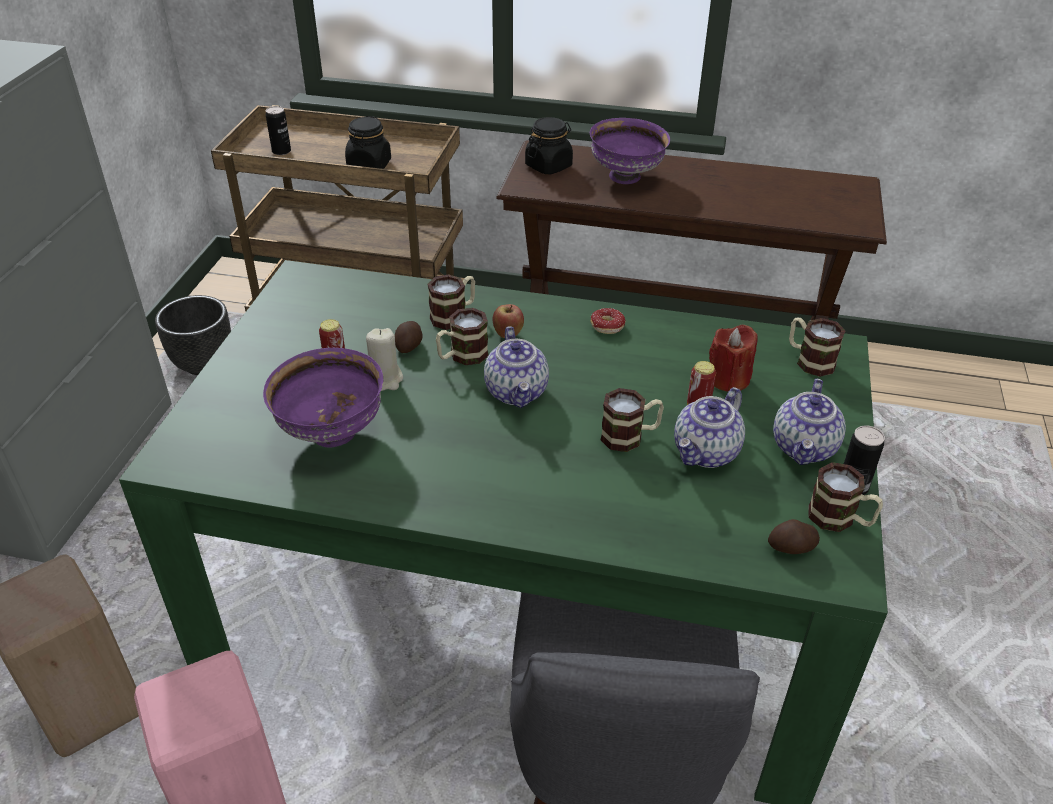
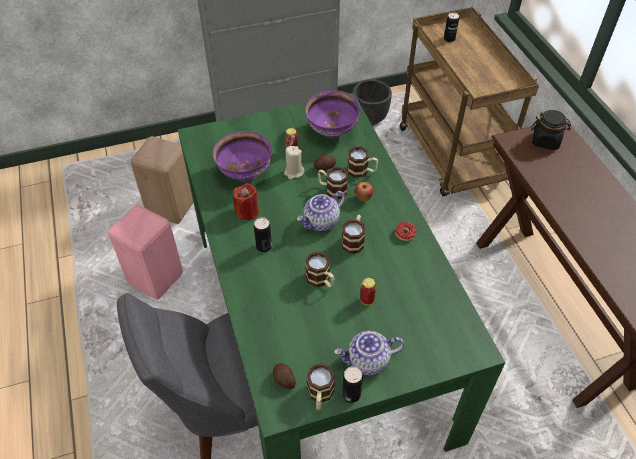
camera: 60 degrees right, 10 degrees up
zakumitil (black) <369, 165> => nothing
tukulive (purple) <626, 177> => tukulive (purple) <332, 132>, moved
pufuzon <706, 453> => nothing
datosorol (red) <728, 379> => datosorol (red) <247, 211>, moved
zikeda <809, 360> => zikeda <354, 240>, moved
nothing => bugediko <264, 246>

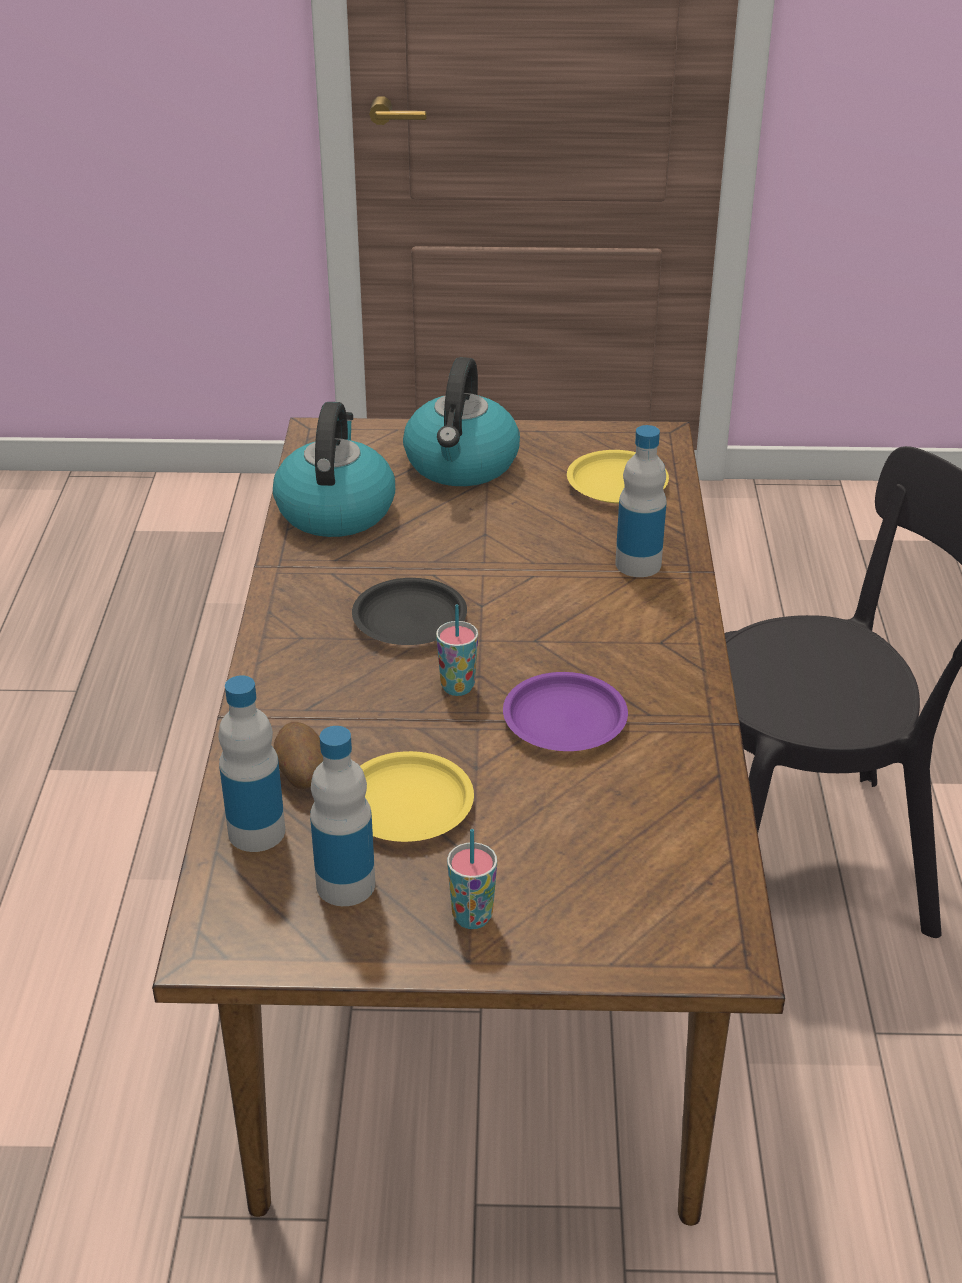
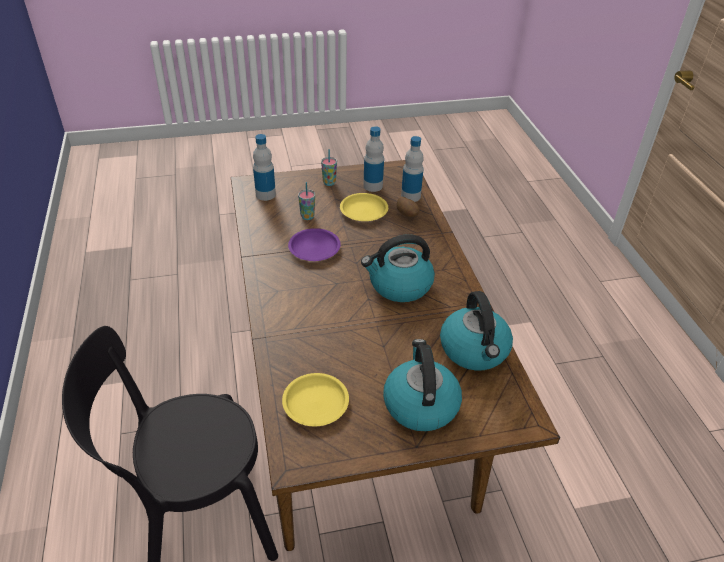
camera: 165 degrees right, 5 degrees up
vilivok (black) <409, 619> => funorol <399, 285>
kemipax <457, 687> => kemipax <307, 216>, moved
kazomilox <638, 564> => kazomilox <265, 194>, moved

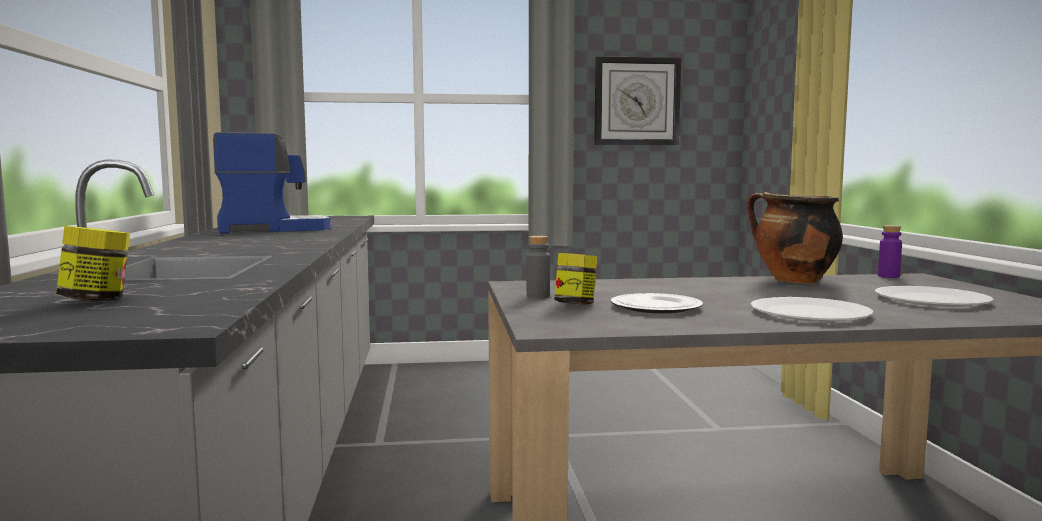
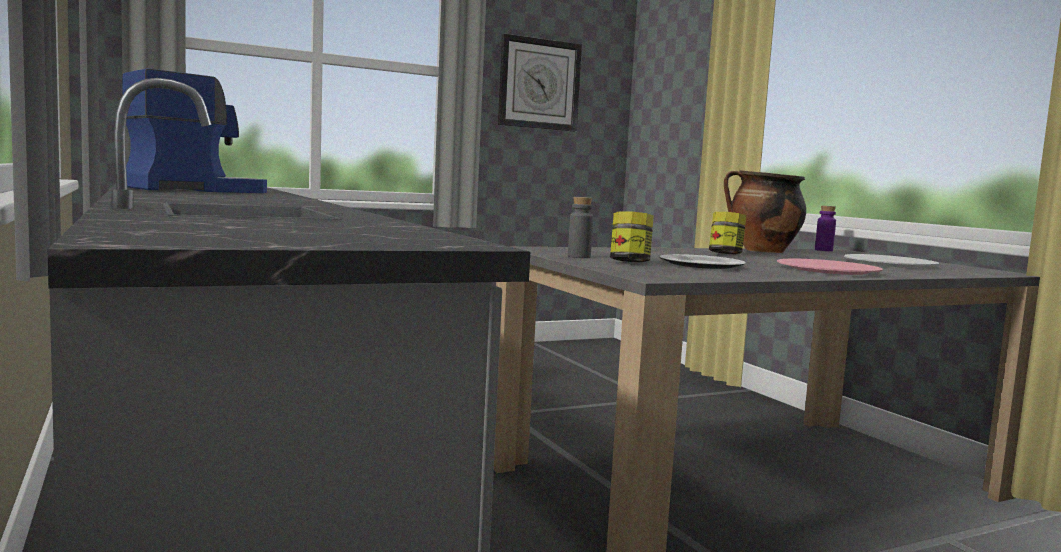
camera: 20 degrees left, 0 degrees up
zakumitil <97, 300> => zakumitil <725, 254>, moved
vilivok (white) <809, 313> => vilivok (pink) <828, 270>

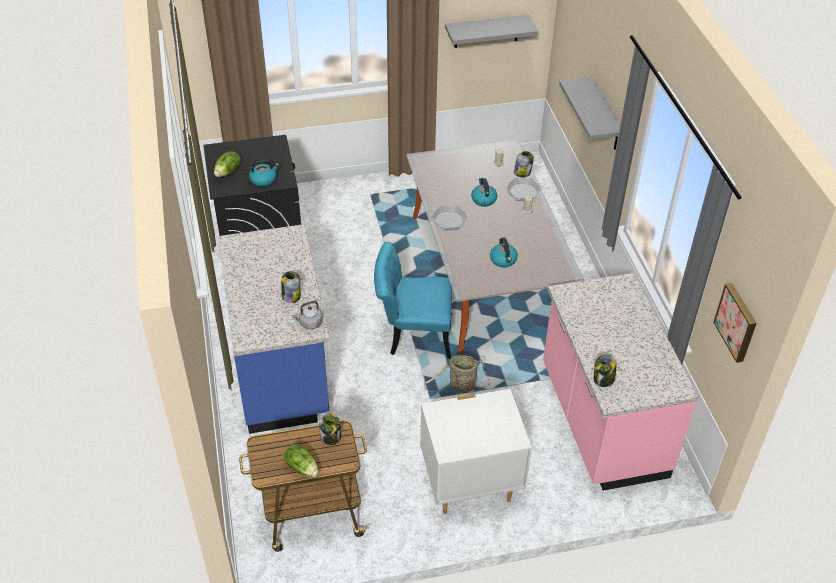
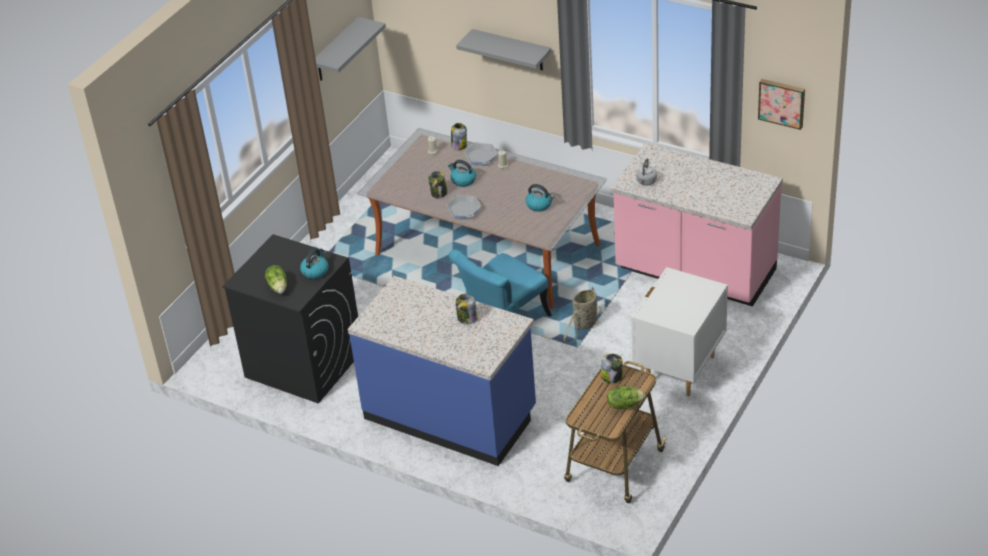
camera: 45 degrees left, 5 degrees down
funorol (grey) <309, 323> => funorol (grey) <646, 182>, moved
zakumitil <603, 379> => zakumitil <439, 193>, moved

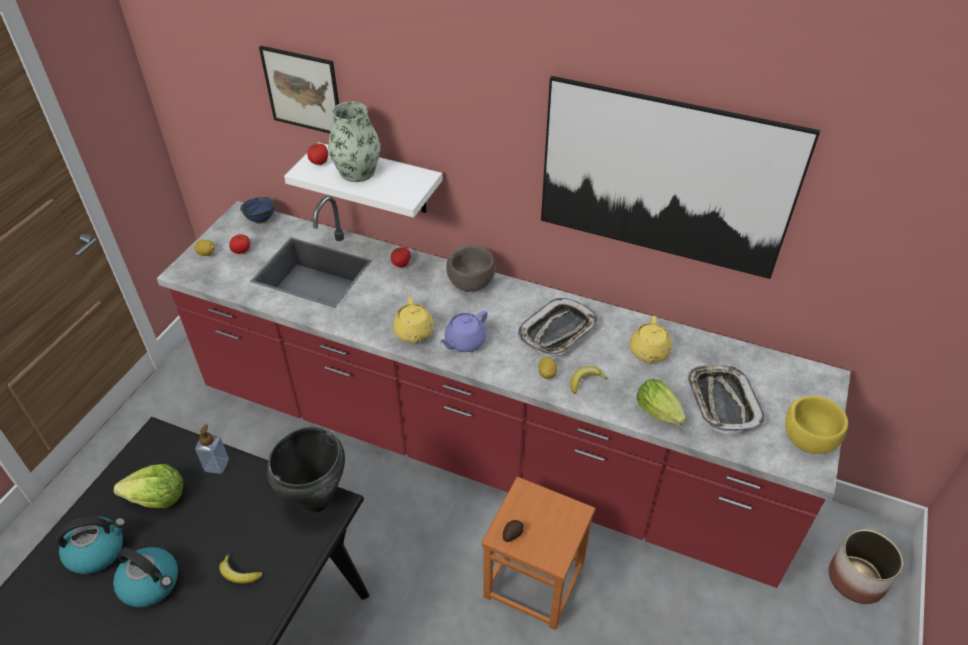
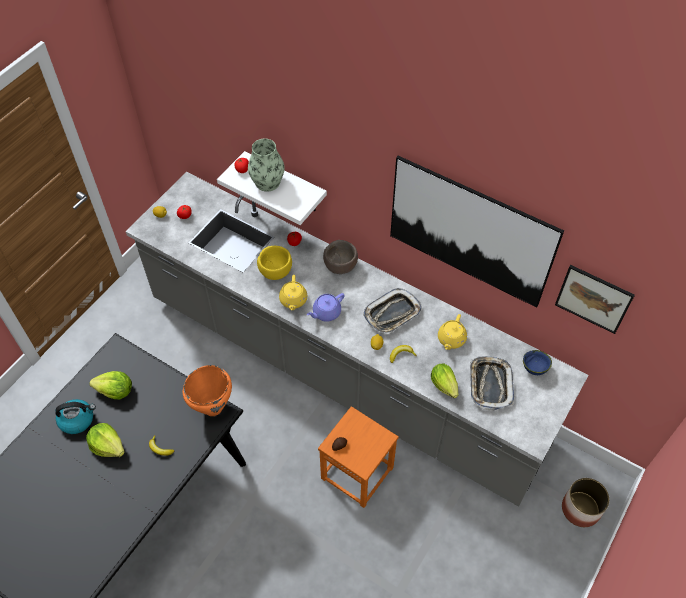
camera: 10 degrees right, 10 degrees up
funorol <151, 583> => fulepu <108, 446>
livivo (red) <484, 446> => livivo (grey) <343, 371>
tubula <216, 465> => nothing
tukulive (blue) <260, 220> => tukulive (blue) <534, 369>, moved
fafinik <303, 90> => fafinik <593, 298>, moved
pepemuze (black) <317, 500> => pepemuze (orange) <213, 408>
tukulive (yellow) <807, 439> => tukulive (yellow) <275, 271>, moved

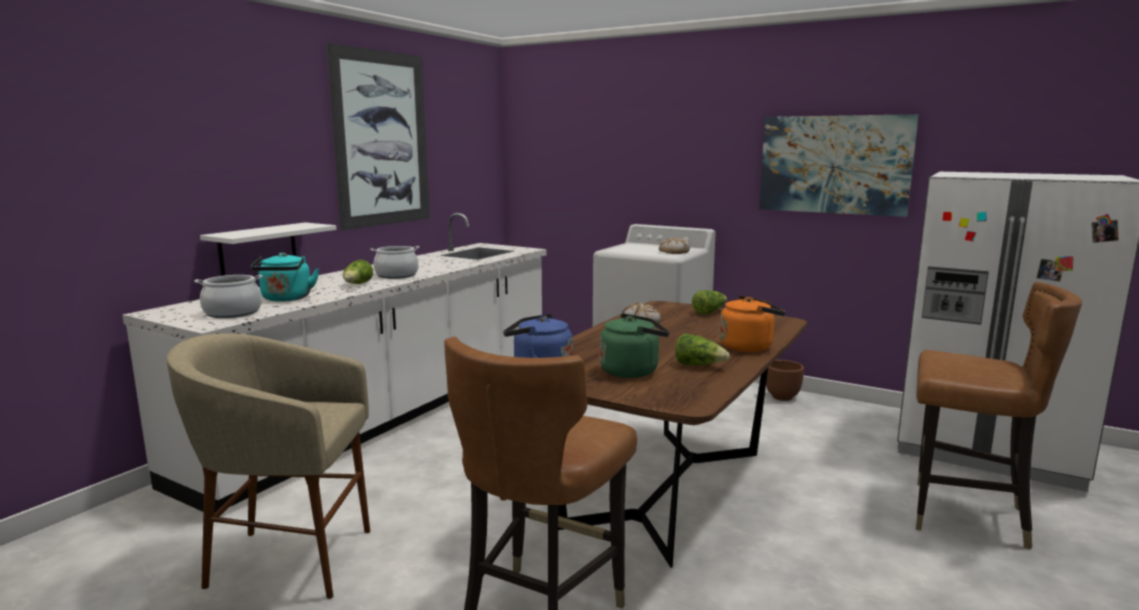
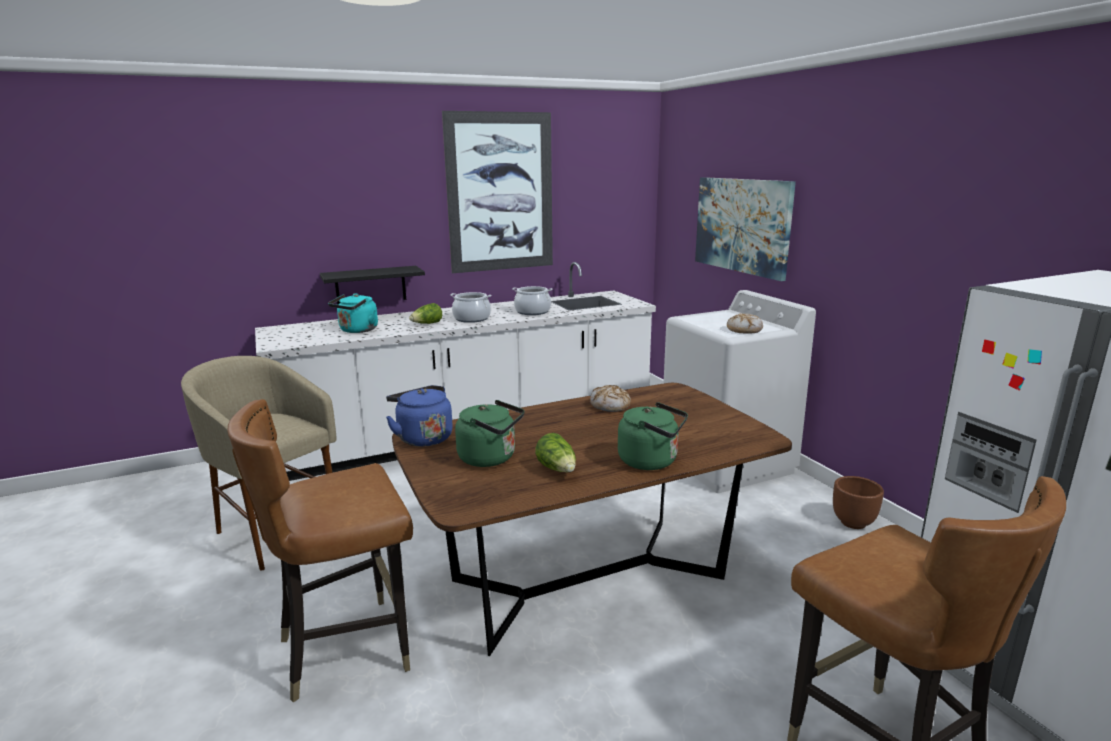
camera: 35 degrees right, 5 degrees up
pepemuze <233, 313> => pepemuze <532, 312>, moved
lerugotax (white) <258, 249> => lerugotax (black) <370, 286>
fulepu <709, 312> => nothing
funorol (orange) <748, 347> => funorol (green) <651, 461>
fafinik <834, 164> => fafinik <742, 225>, moved

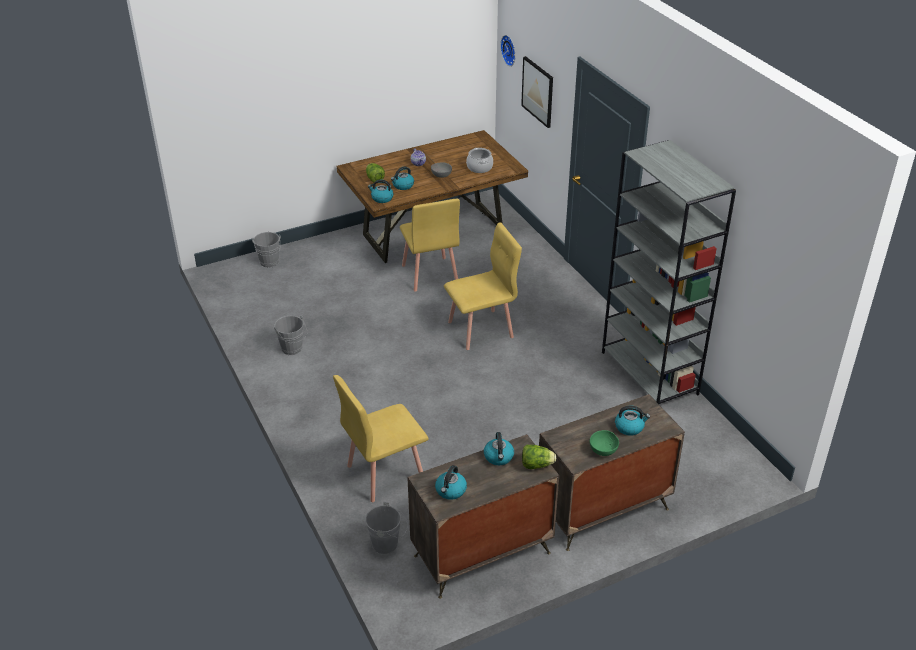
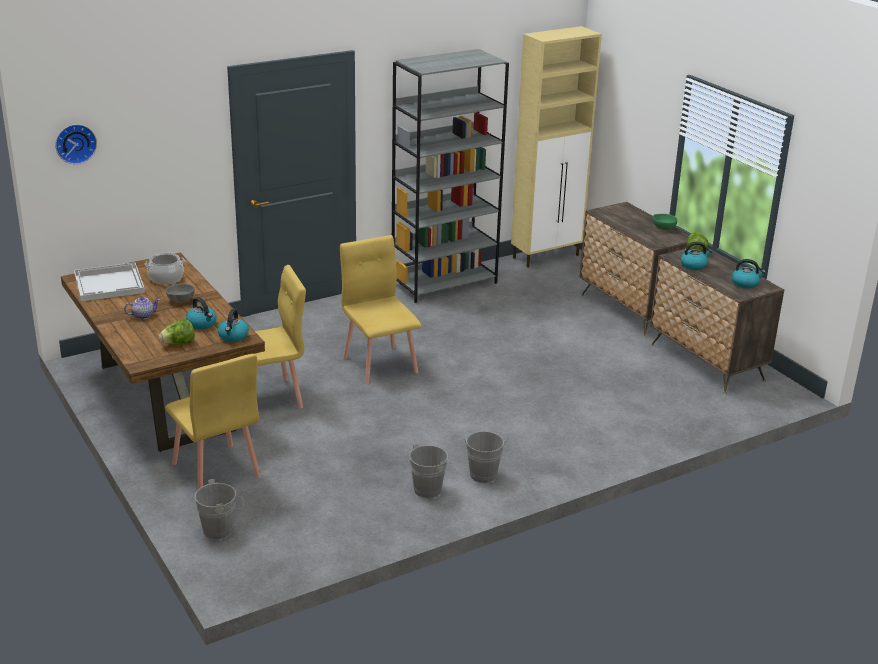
camera: 95 degrees left, 10 degrees down
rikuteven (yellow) <384, 473> => rikuteven (yellow) <215, 470>, moved
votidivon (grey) <388, 544> => votidivon (grey) <483, 473>, moved
fafinik <538, 91> => nothing
funorol <629, 427> => nothing
nothing => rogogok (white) <110, 284>
nothing => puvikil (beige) <546, 256>

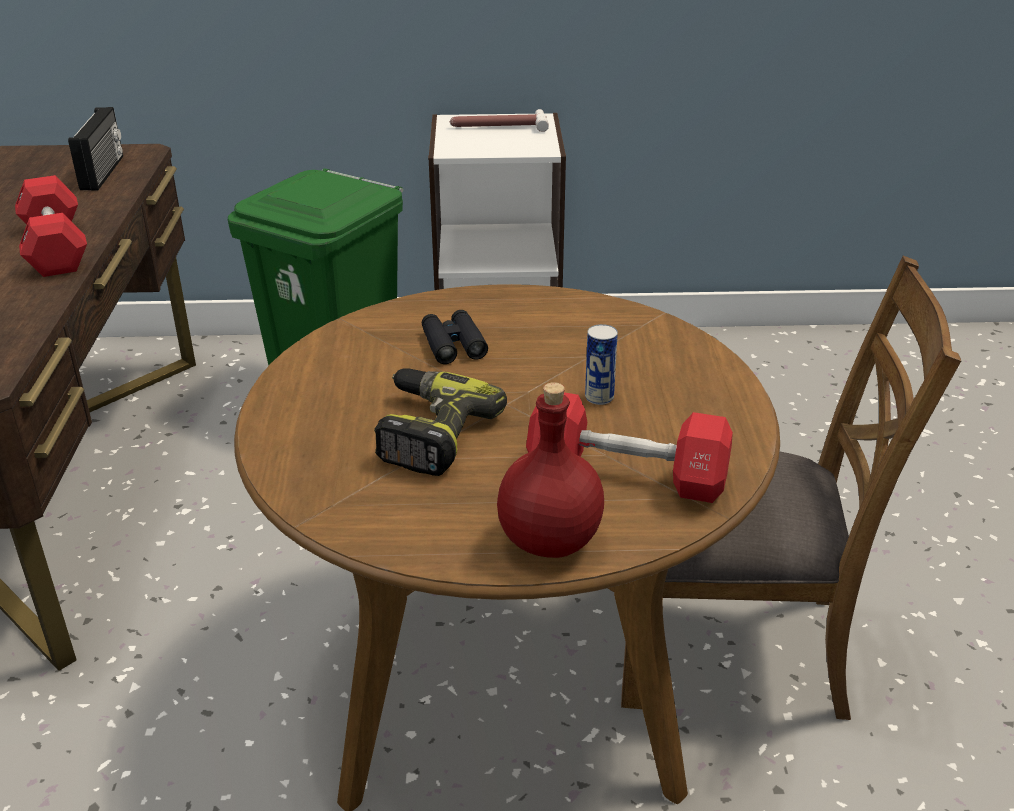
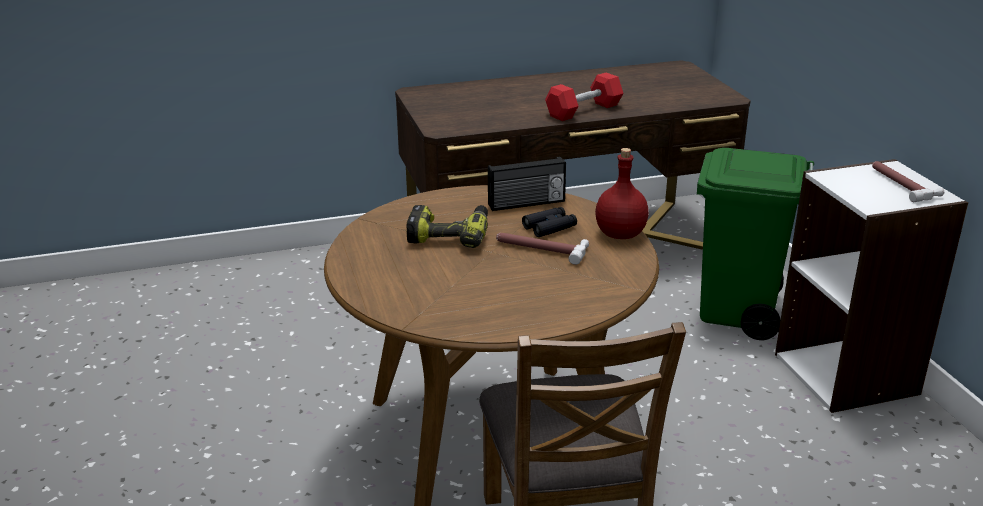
camera: 75 degrees right, 5 degrees down
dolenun <104, 172> => dolenun <527, 204>, moved
kazomilox (red) <551, 542> => kazomilox (red) <620, 235>, moved
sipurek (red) <626, 475> => nothing
bugediko <599, 397> => nothing
nothing => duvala <540, 248>

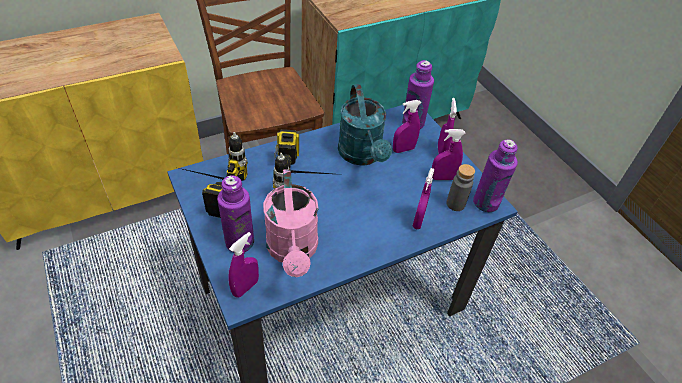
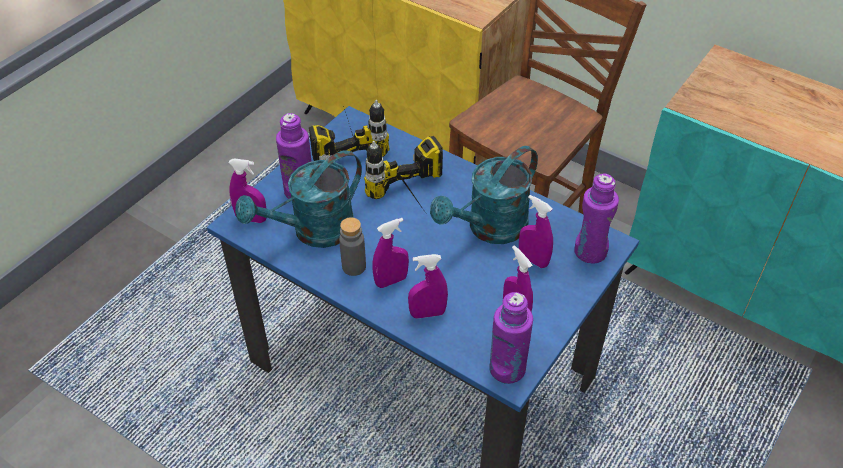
camera: 65 degrees right, 0 degrees up
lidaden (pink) <293, 251> => lidaden (turquoise) <314, 232>
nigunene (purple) <441, 152> => nigunene (purple) <391, 281>, moved
kazomilox (grey) <455, 204> => kazomilox (grey) <354, 266>, moved

